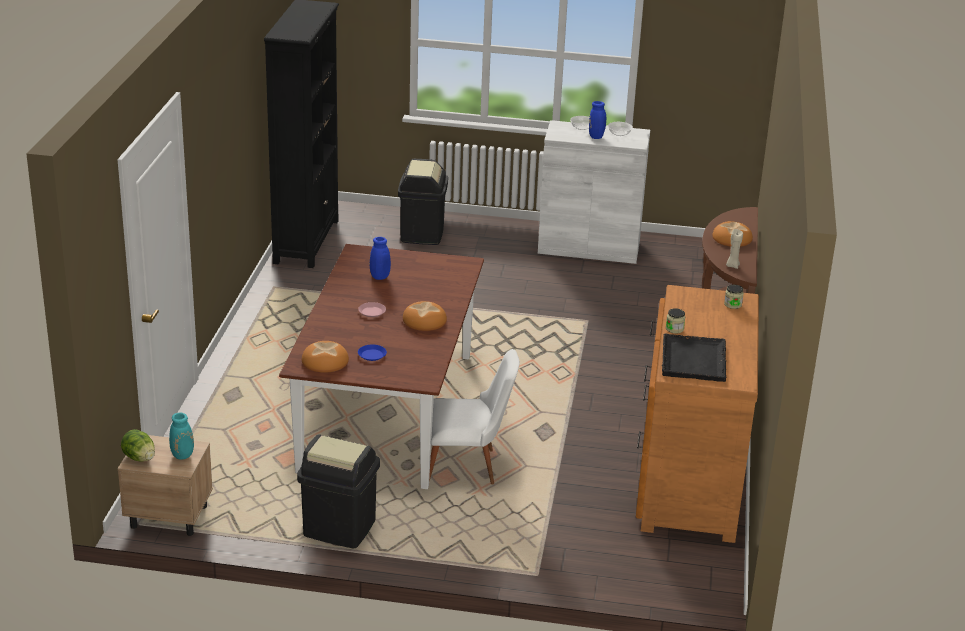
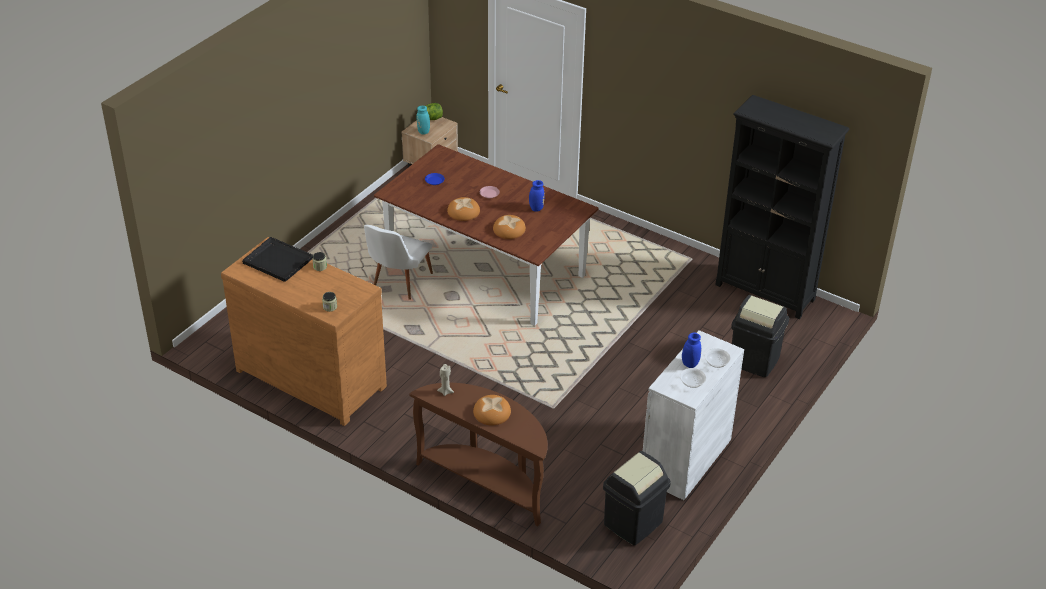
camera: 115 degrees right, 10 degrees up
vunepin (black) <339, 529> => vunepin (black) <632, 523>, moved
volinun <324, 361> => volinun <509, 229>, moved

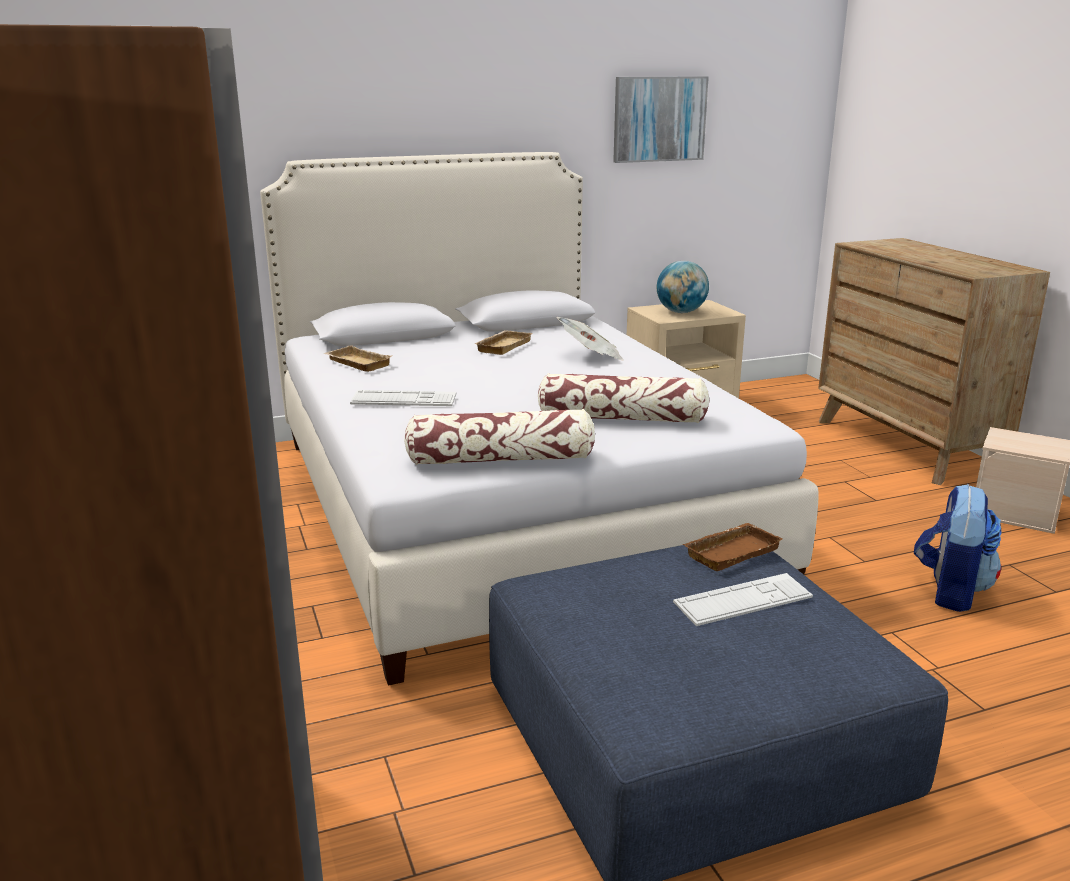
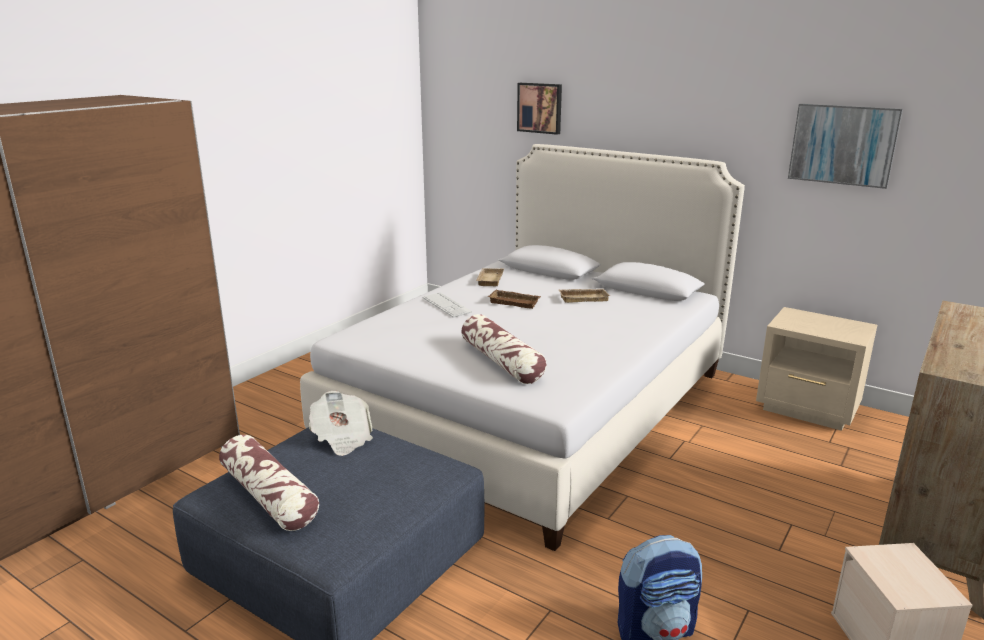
camera: 55 degrees right, 0 degrees up
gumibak <501, 459> => gumibak <269, 496>, moved
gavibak <591, 356> => gavibak <342, 438>, moved
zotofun <681, 312> => nothing
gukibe <743, 600> => nothing
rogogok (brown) <731, 551> => rogogok (brown) <515, 302>, moved
nothing => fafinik <540, 108>

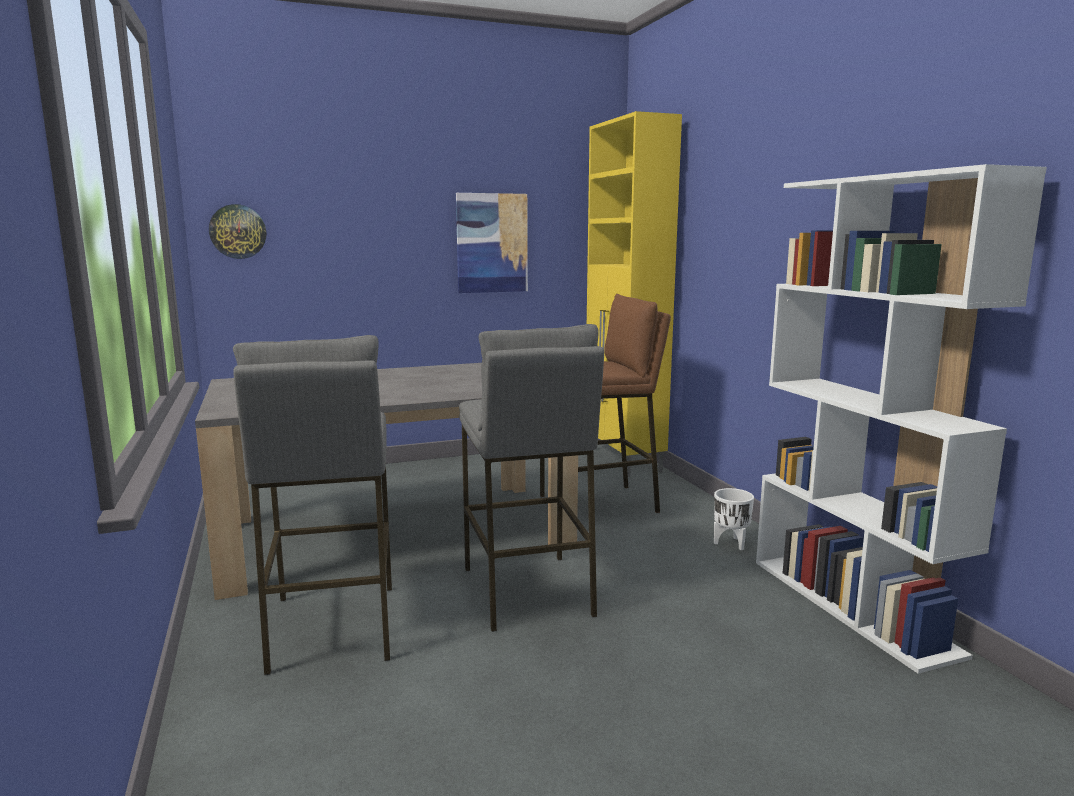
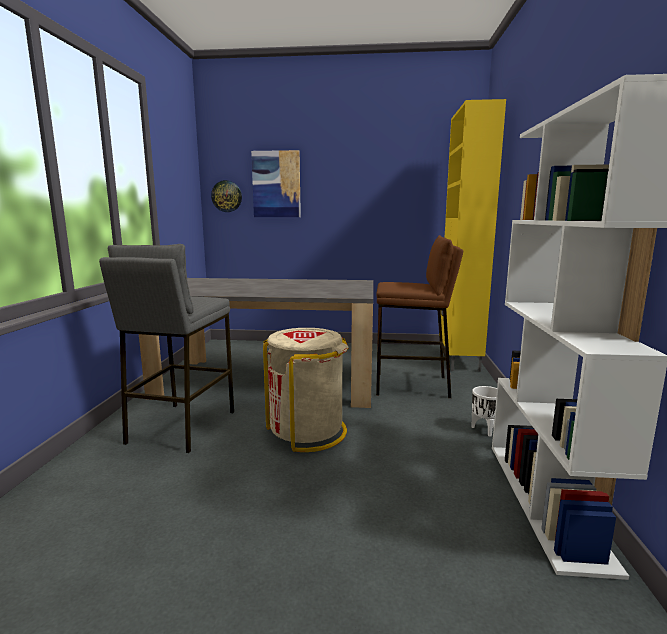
camera: 25 degrees right, 0 degrees up
fafinik <492, 243> => fafinik <276, 184>, moved
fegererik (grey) <527, 591> => vunepin (beige) <307, 431>

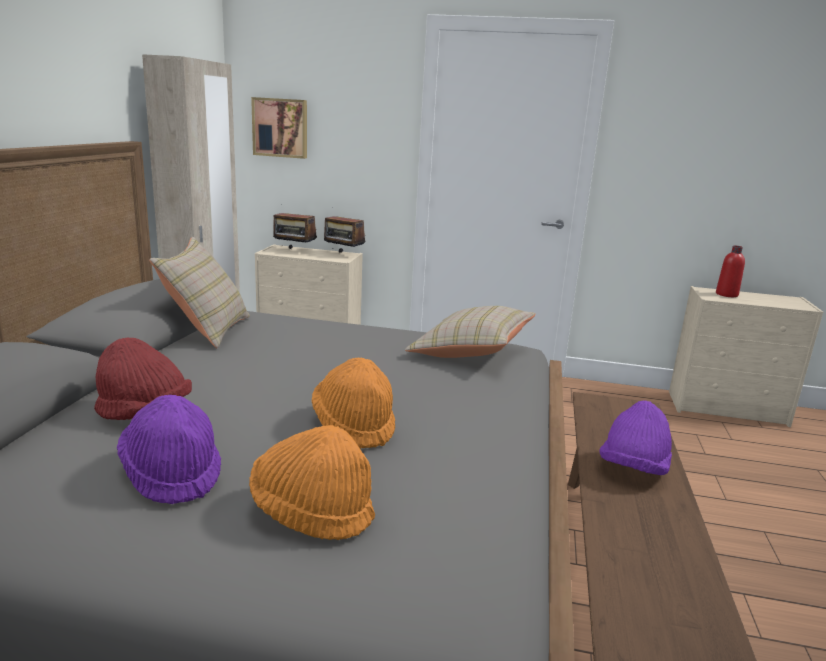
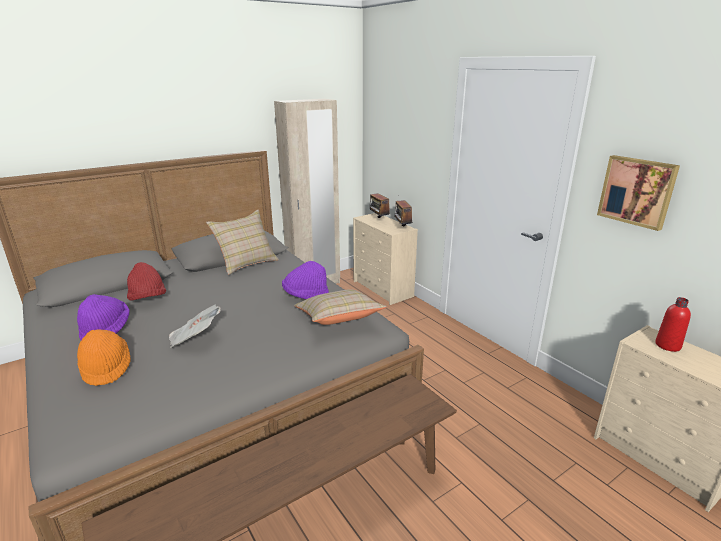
camera: 45 degrees right, 5 degrees up
fafinik <280, 127> => fafinik <637, 191>, moved
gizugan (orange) <354, 426> => gavibak <195, 338>
gizugan (purple) <633, 469> => gizugan (purple) <305, 295>, moved

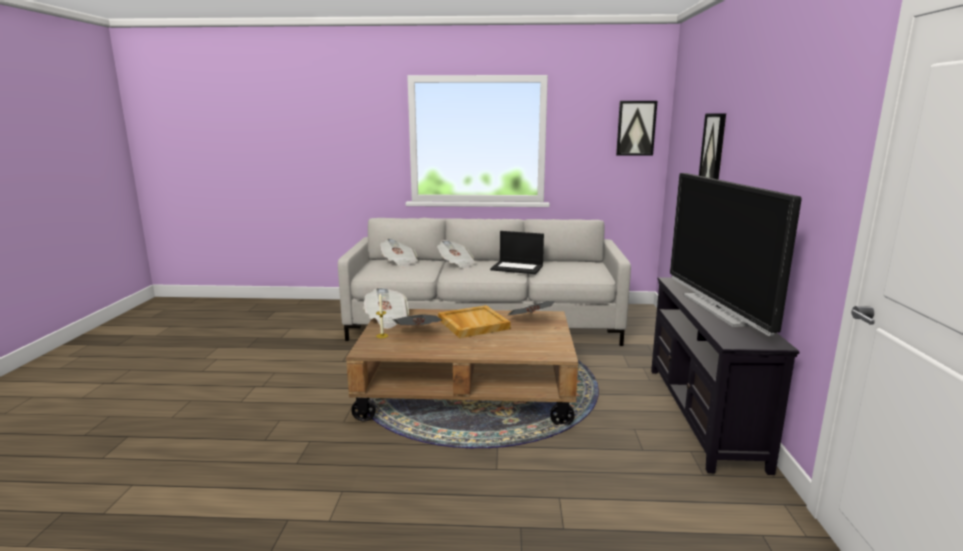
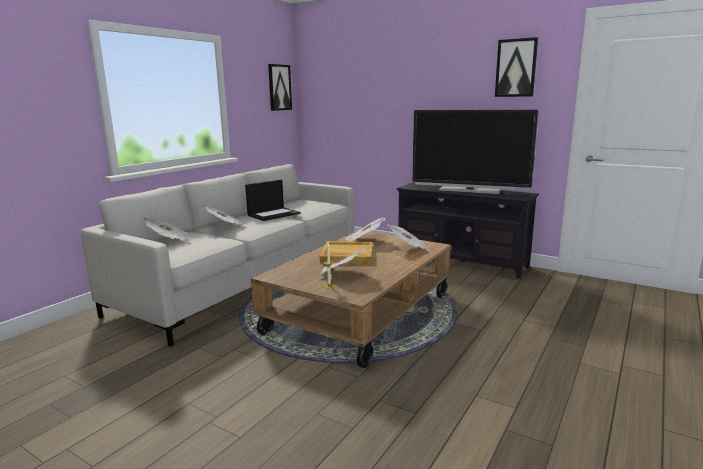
camera: 60 degrees left, 0 degrees up
gavibak <387, 320> => gavibak <408, 248>, moved
fafinik <713, 148> => fafinik <516, 68>, moved

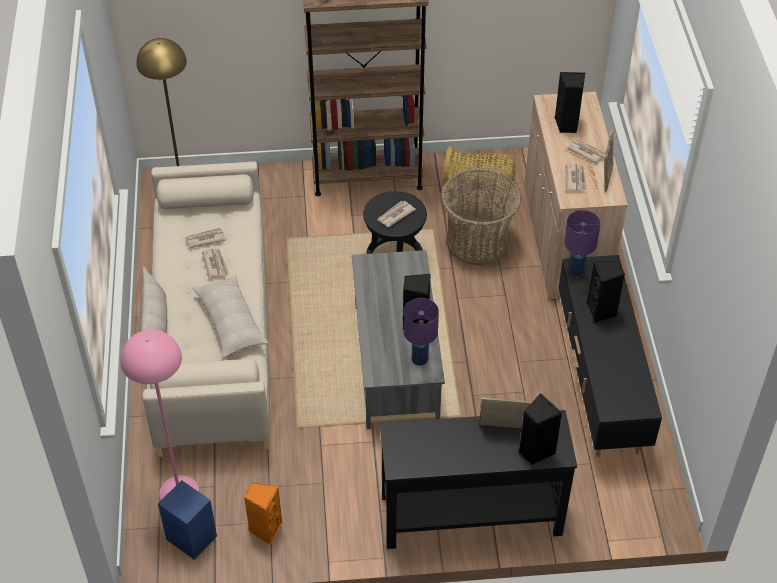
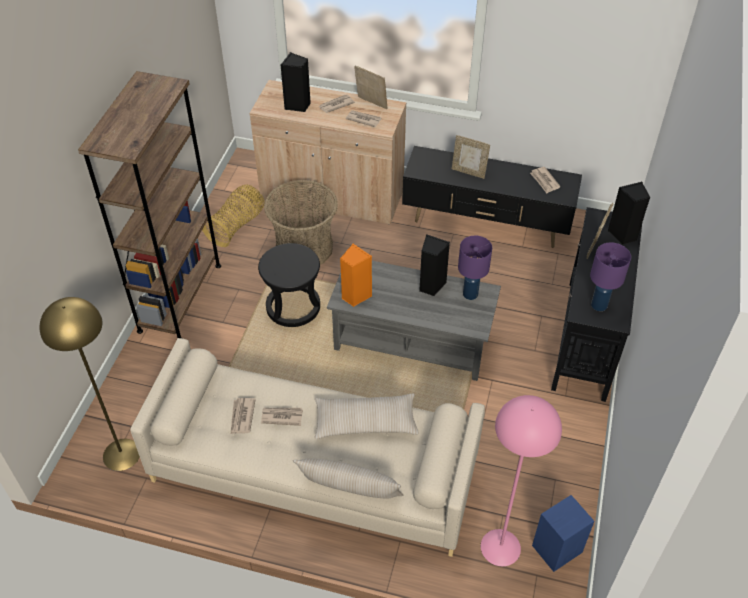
camera: 70 degrees left, 0 degrees up
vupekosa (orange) <265, 529> => vupekosa (orange) <355, 296>, moved
gavibak <395, 215> => gavibak <544, 181>, moved
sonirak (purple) <575, 271> => sonirak (purple) <598, 305>, moved
vupekosa (black) <602, 312> => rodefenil <468, 172>

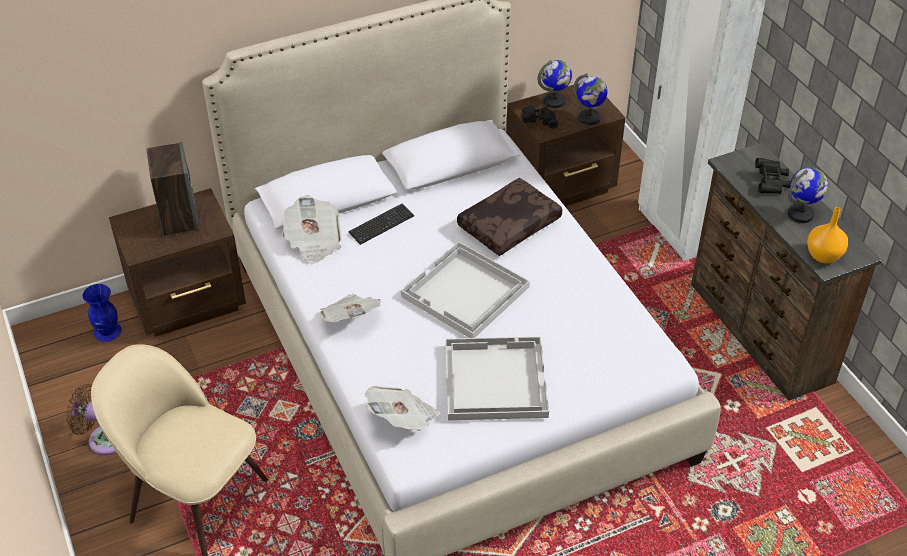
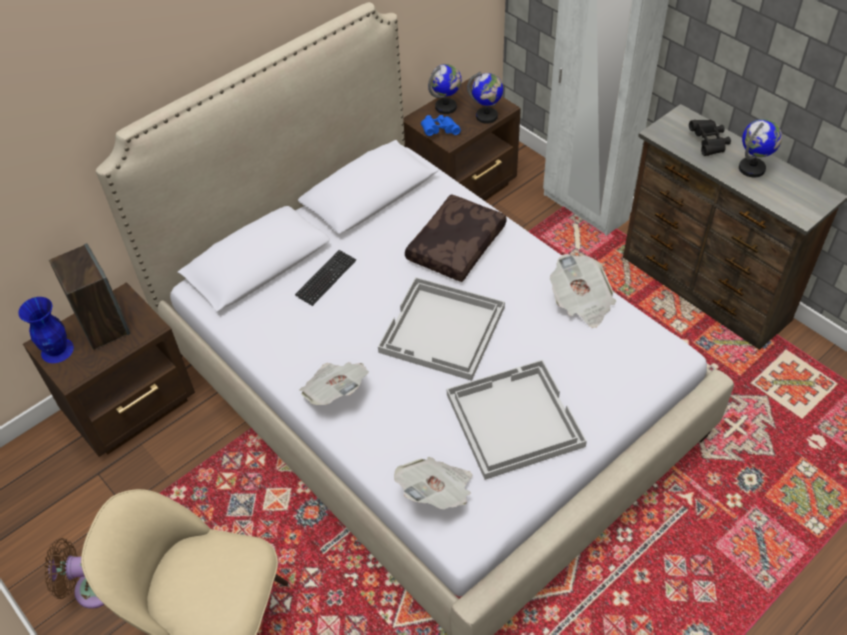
camera: 15 degrees left, 5 degrees up
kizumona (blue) <107, 332> => kizumona (blue) <57, 351>, moved
gavibak <313, 242> => gavibak <581, 302>, moved
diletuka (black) <539, 122> => diletuka (blue) <439, 131>
kizumona (orange) <824, 256> => nothing

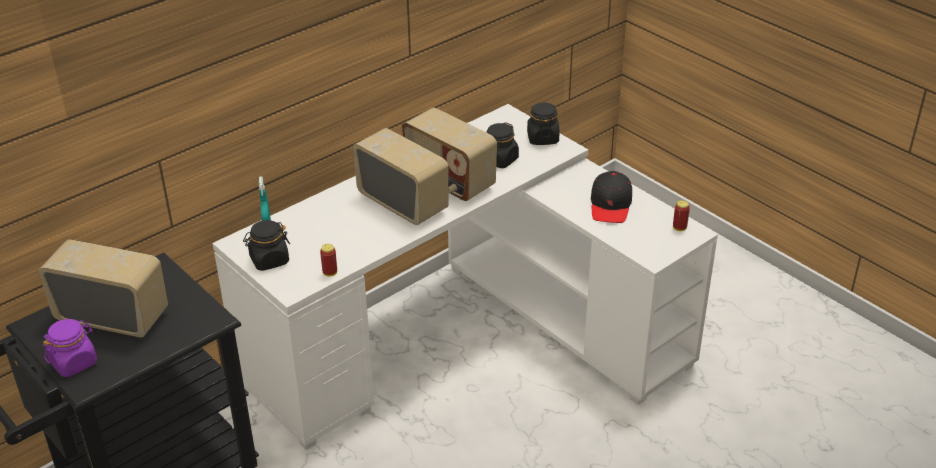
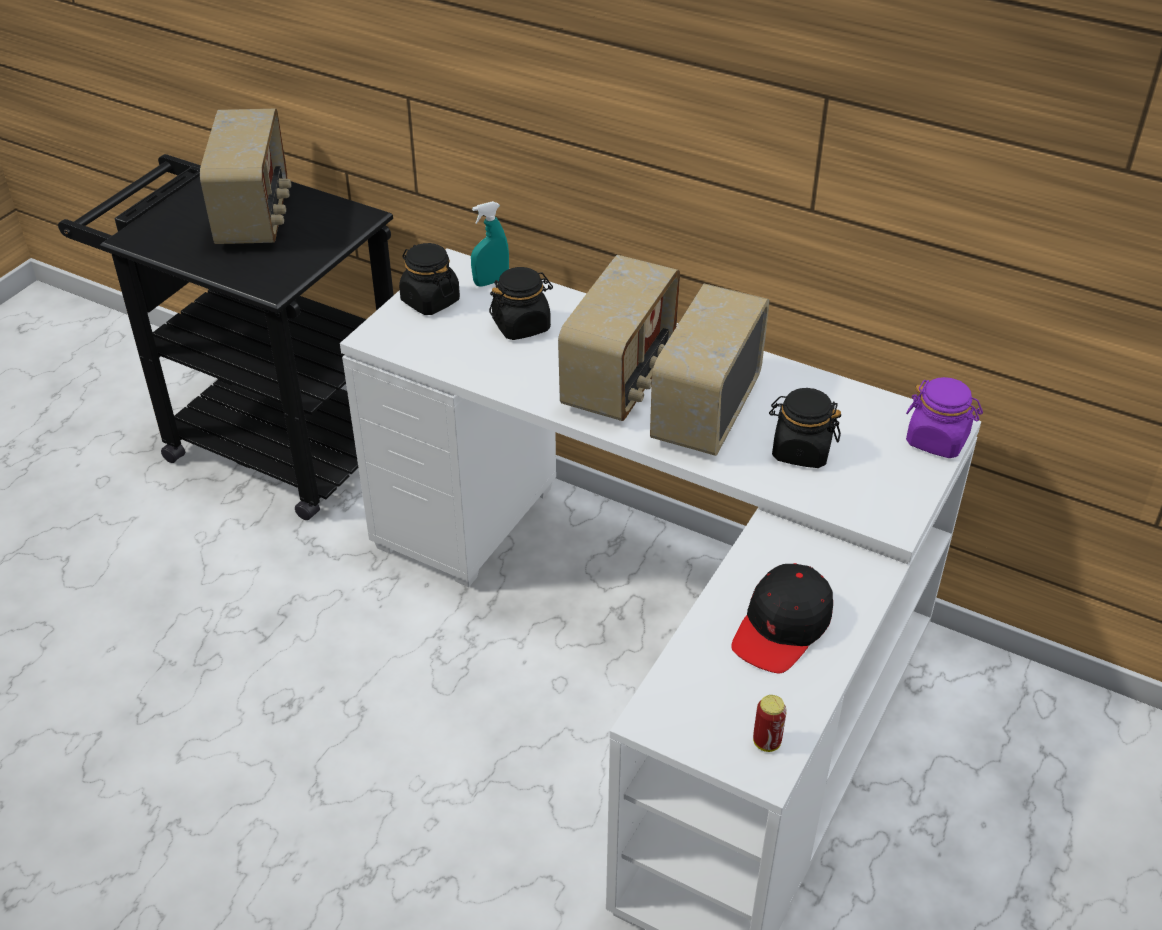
camera: 70 degrees right, 5 degrees up
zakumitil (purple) <74, 362> => zakumitil (purple) <937, 440>, moved
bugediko <330, 273> => nothing
zakumitil (black) <542, 138> => zakumitil (black) <522, 325>, moved
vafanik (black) <610, 205> => vafanik (black) <782, 628>, 45 degrees counterclockwise

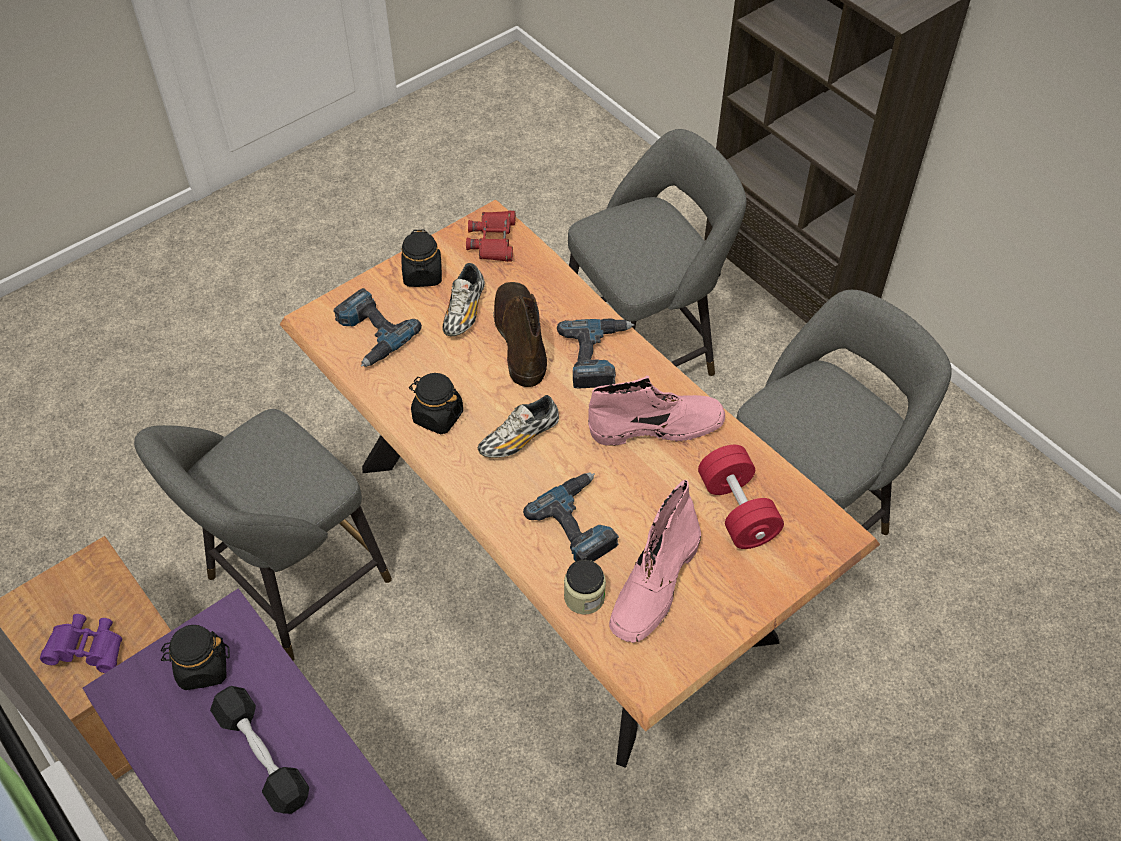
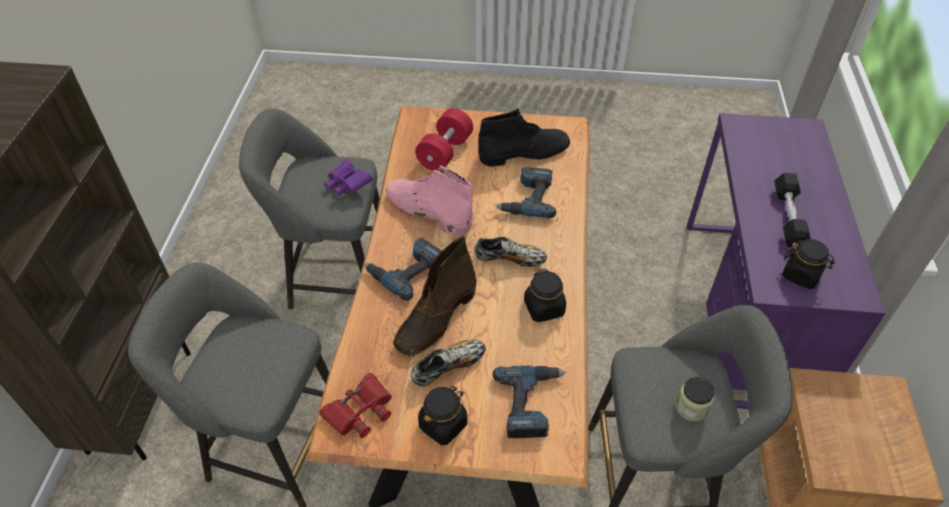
camera: 135 degrees left, 5 degrees down
diletuka (purple) <89, 650> => diletuka (purple) <347, 185>, moved
zakumitil <584, 597> => zakumitil <691, 407>, moved
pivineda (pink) <654, 586> => pivineda (black) <525, 152>

